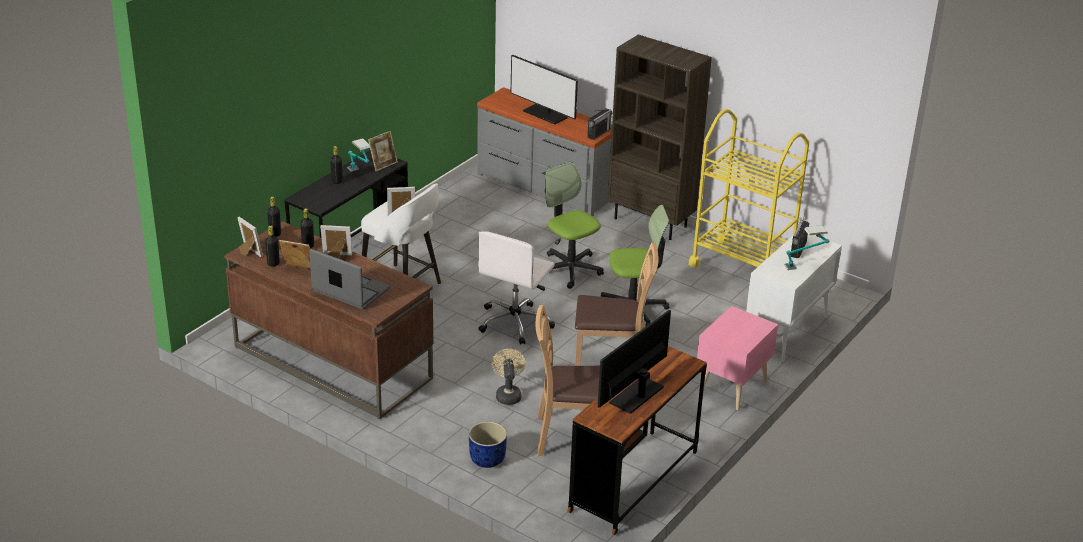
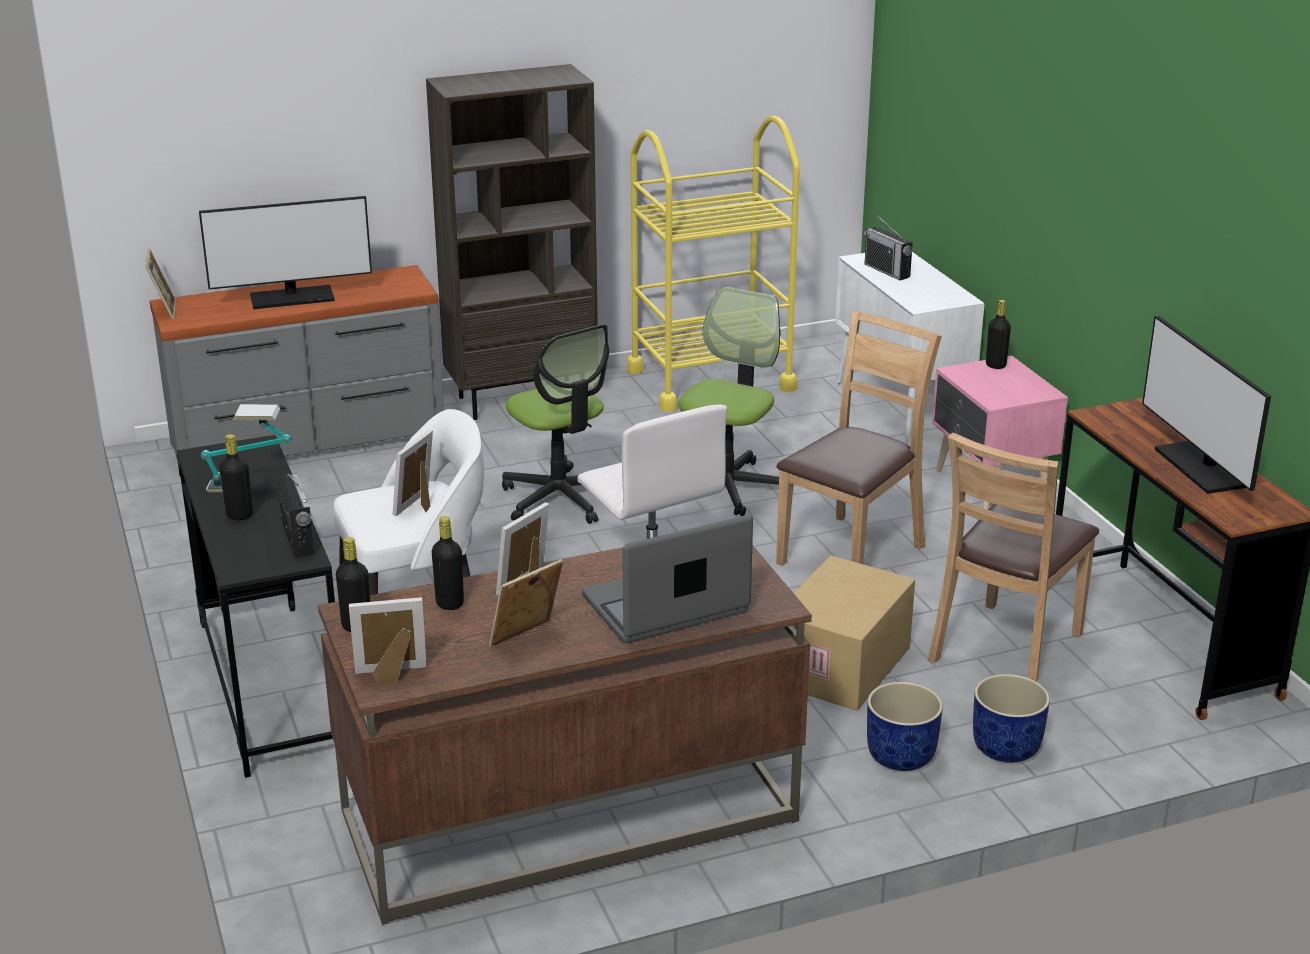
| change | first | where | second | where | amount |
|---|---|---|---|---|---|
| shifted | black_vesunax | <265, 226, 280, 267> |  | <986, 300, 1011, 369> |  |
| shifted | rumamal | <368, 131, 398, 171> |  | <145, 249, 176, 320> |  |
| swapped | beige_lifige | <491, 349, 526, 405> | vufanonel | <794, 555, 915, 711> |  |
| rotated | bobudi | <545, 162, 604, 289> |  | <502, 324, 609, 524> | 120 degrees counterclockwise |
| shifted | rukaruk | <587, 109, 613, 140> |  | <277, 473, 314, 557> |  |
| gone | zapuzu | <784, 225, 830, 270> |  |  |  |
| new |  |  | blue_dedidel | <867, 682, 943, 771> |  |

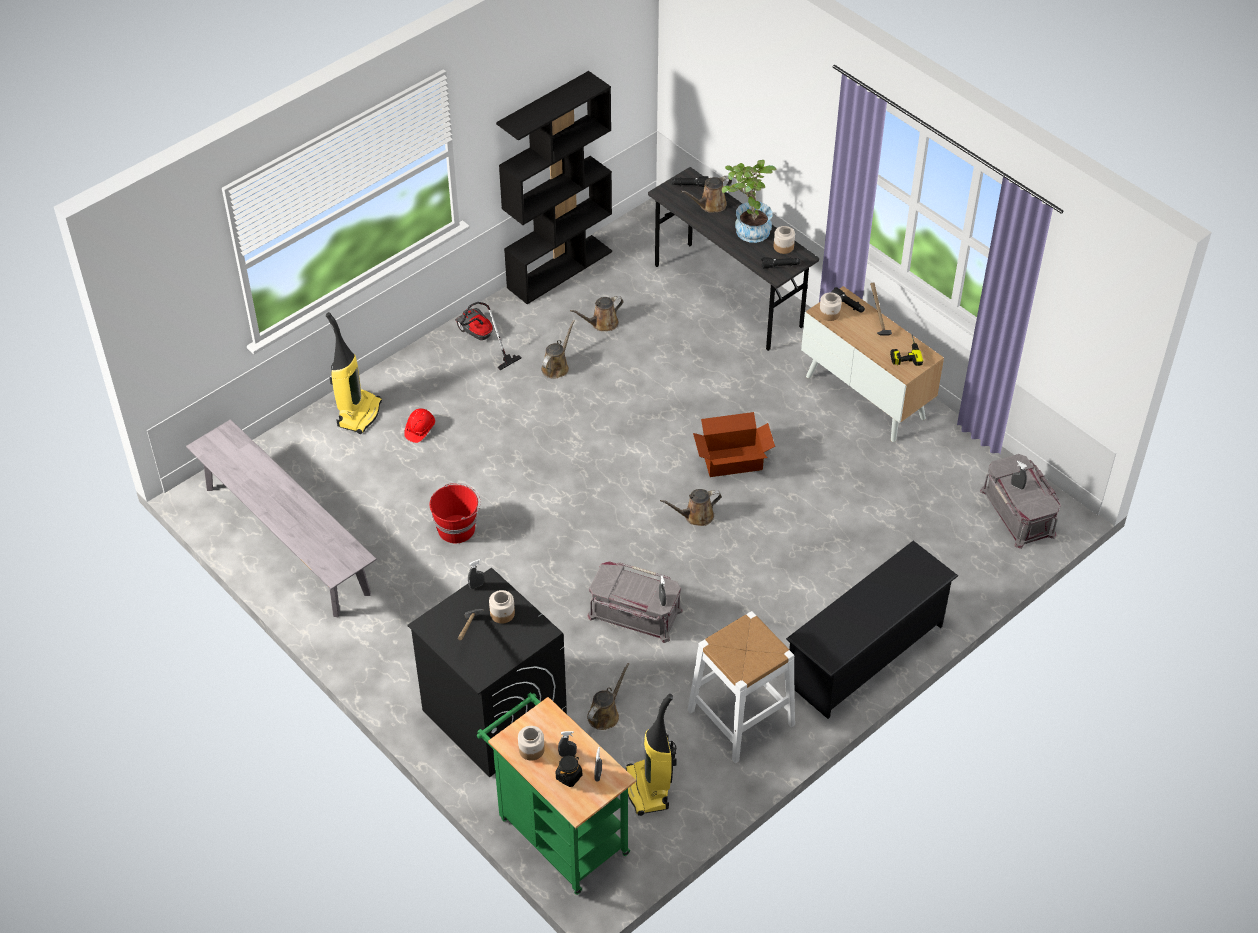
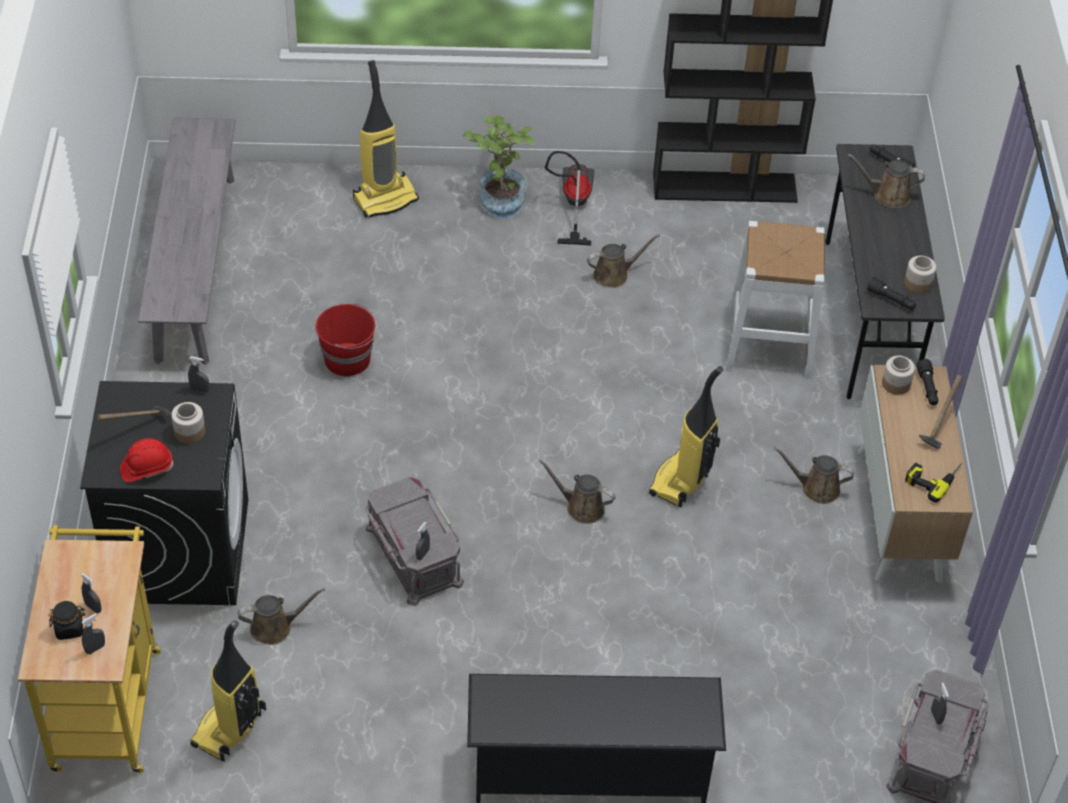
| change | first | where | second | where | amount |
|---|---|---|---|---|---|
| shifted | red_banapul | <404, 409, 435, 443> |  | <120, 438, 174, 482> |  |
| repainted | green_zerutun | <477, 692, 636, 895> | yellow_zerutun | <18, 525, 161, 774> |  |
| gone | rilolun | <518, 726, 545, 761> |  |  |  |
| shifted | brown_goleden | <570, 296, 624, 331> |  | <774, 447, 854, 504> |  |
| shifted | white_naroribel | <687, 611, 795, 763> |  | <726, 221, 825, 379> |  |
| swapped | vufanonel | <693, 412, 775, 477> | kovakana | <649, 366, 724, 507> |  |
| shifted | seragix | <722, 160, 777, 243> |  | <462, 115, 535, 218> |  |

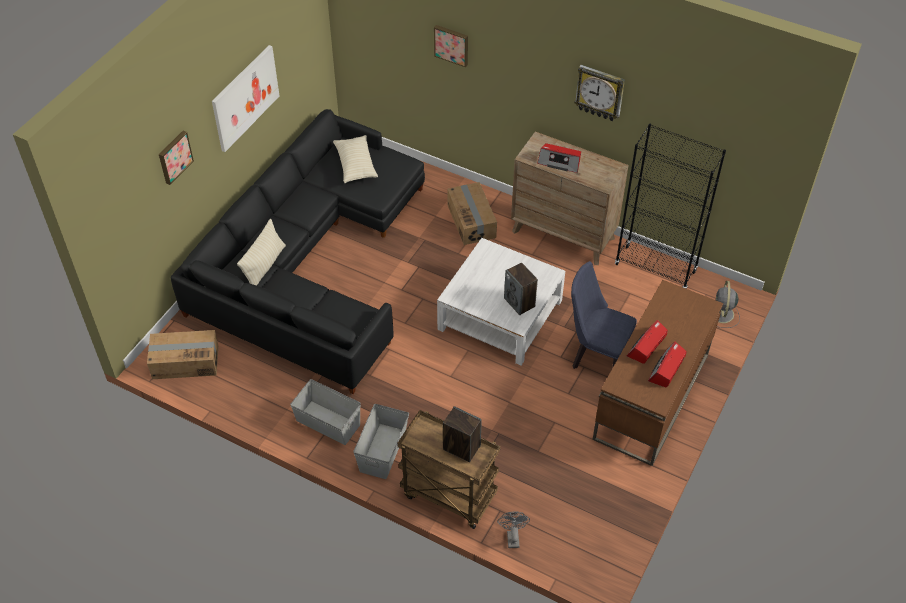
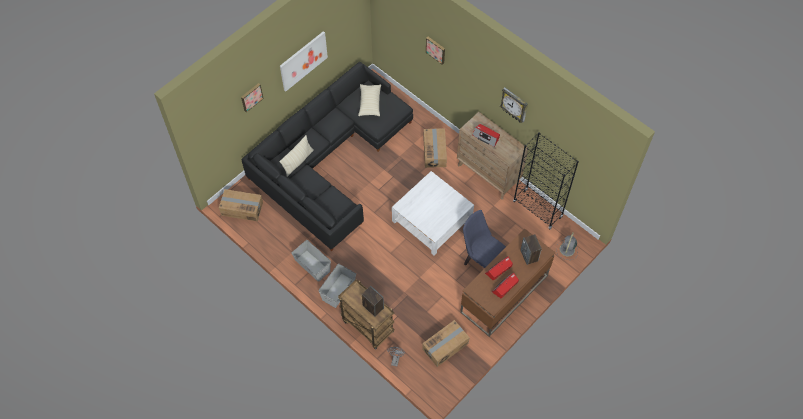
| change | first | where | second | where | amount |
|---|---|---|---|---|---|
| shifted | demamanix | <504, 263, 538, 315> |  | <520, 234, 542, 265> |  |
| new |  |  | vufanonel | <422, 320, 470, 367> |  |

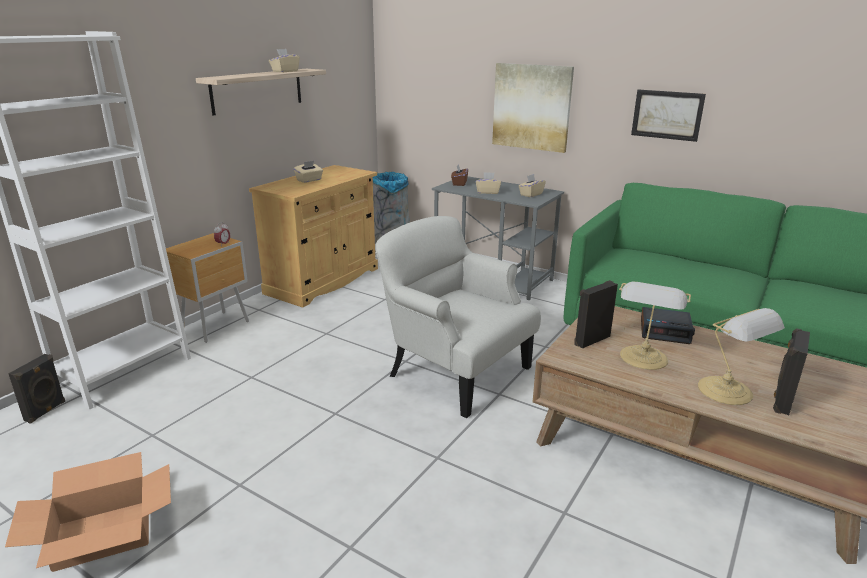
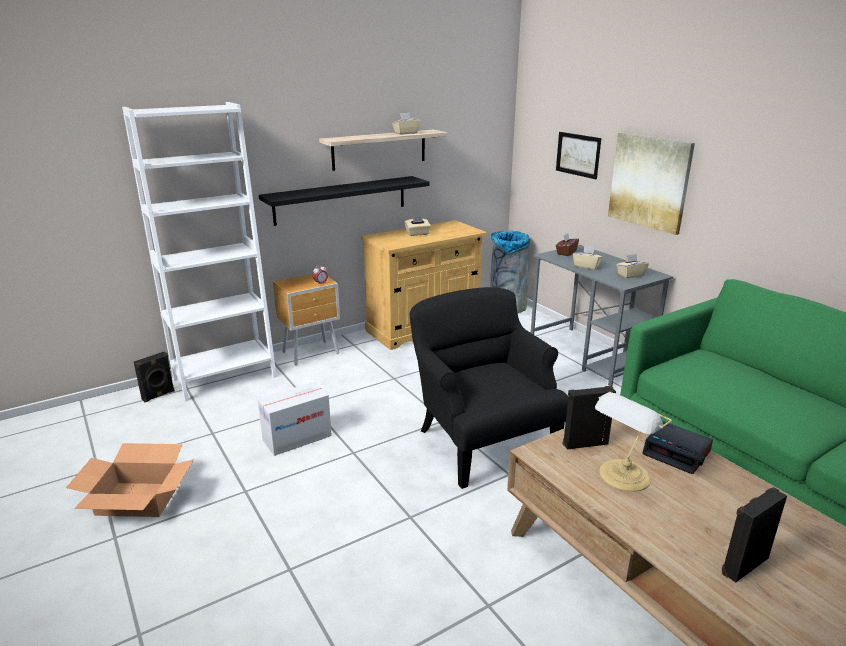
| change | first | where | second | where | amount |
|---|---|---|---|---|---|
| repainted | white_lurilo | <375, 216, 541, 418> | black_lurilo | <409, 287, 568, 489> |  |
| shifted | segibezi | <631, 90, 706, 142> |  | <556, 132, 601, 179> |  |
| gone | zapuzu | <698, 308, 785, 405> |  |  |  |
| new |  |  | vufanonel | <258, 382, 332, 456> |  |
| new |  |  | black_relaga | <259, 176, 430, 226> |  |

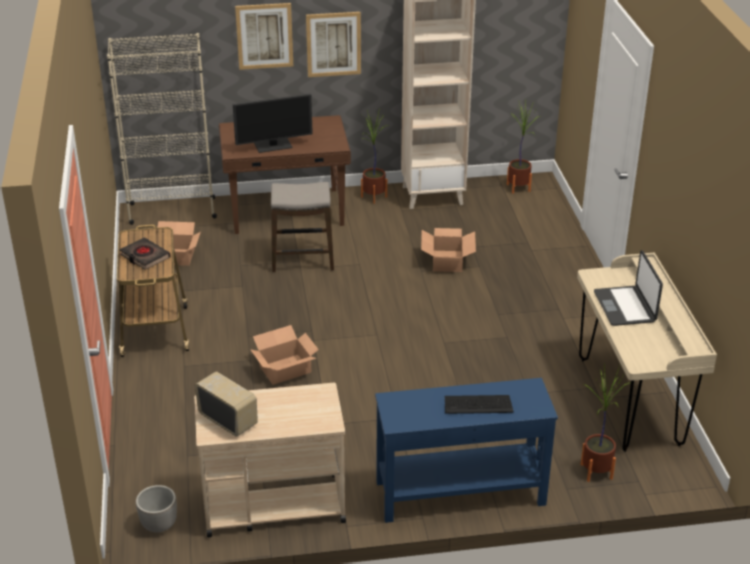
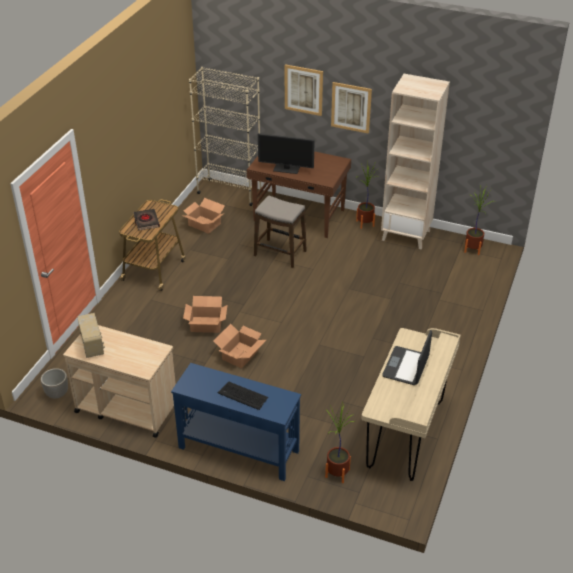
| change | first | where | second | where | amount |
|---|---|---|---|---|---|
| shifted | vufanonel | <421, 228, 476, 272> |  | <214, 324, 266, 368> |  |

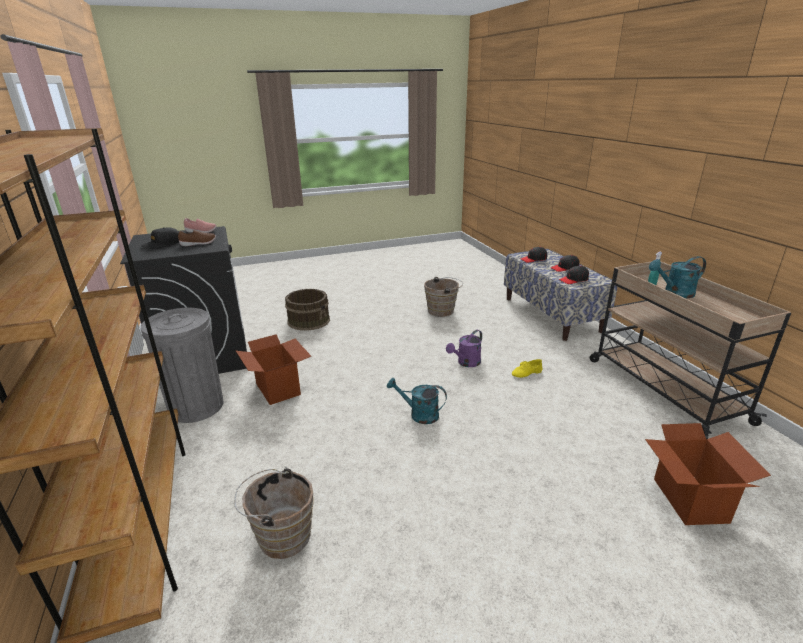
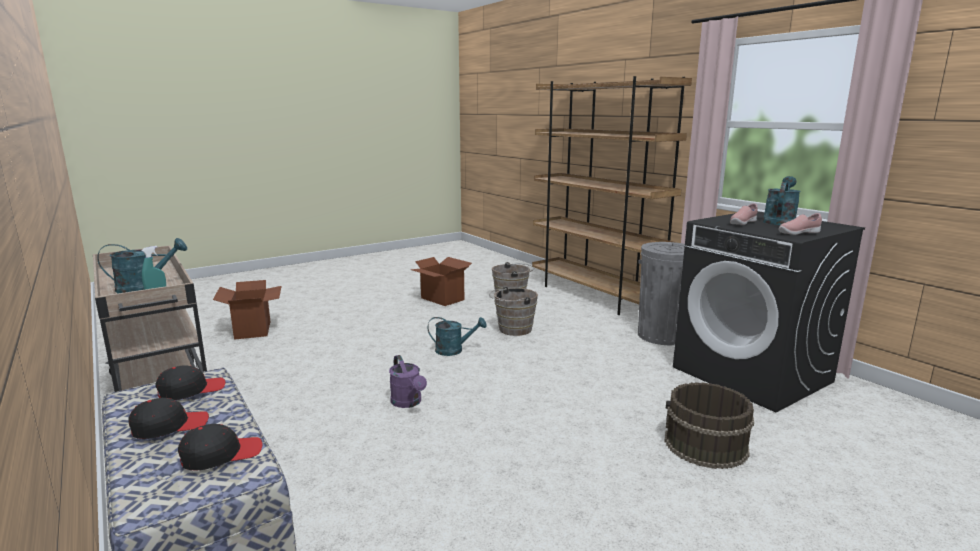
| change | first | where | second | where | amount |
|---|---|---|---|---|---|
| swapped | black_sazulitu | <141, 227, 179, 249> | turquoise_goleden | <763, 176, 801, 225> |  |
| repainted | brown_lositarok | <178, 230, 216, 246> | pink_lositarok | <730, 203, 758, 225> |  |
| shifted | vufanonel | <236, 334, 311, 405> |  | <410, 257, 472, 306> |  |
| shifted | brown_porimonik | <424, 277, 463, 317> |  | <489, 287, 538, 336> |  |
| rotated | purple_goleden | <446, 330, 482, 367> |  | <389, 355, 427, 408> | 120 degrees clockwise |
| gone | yellow_lositarok | <512, 359, 543, 378> |  |  |  |

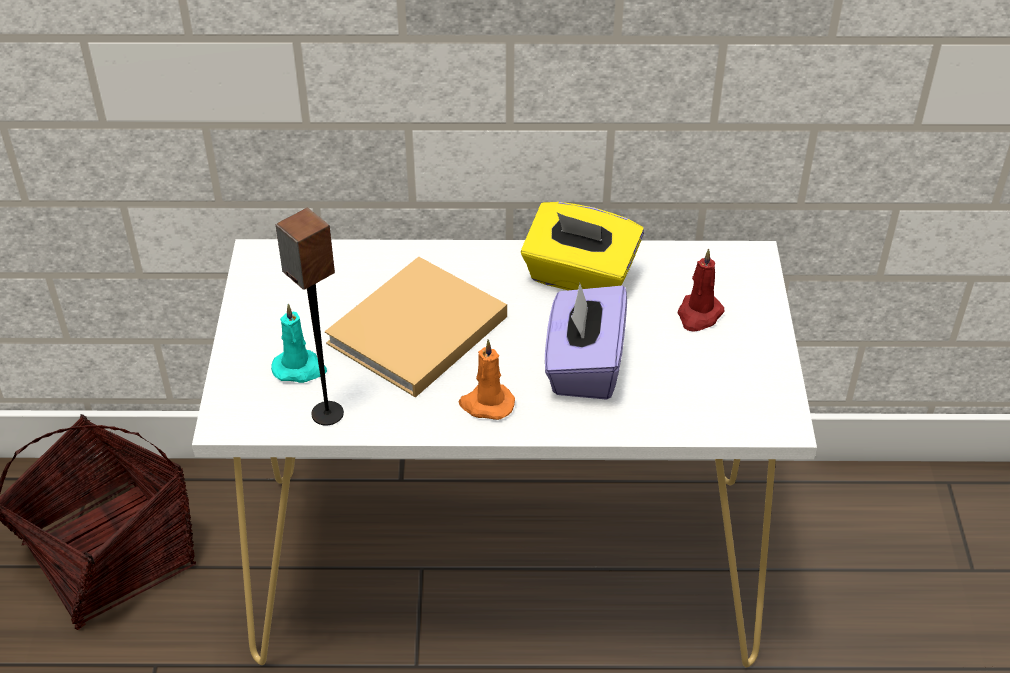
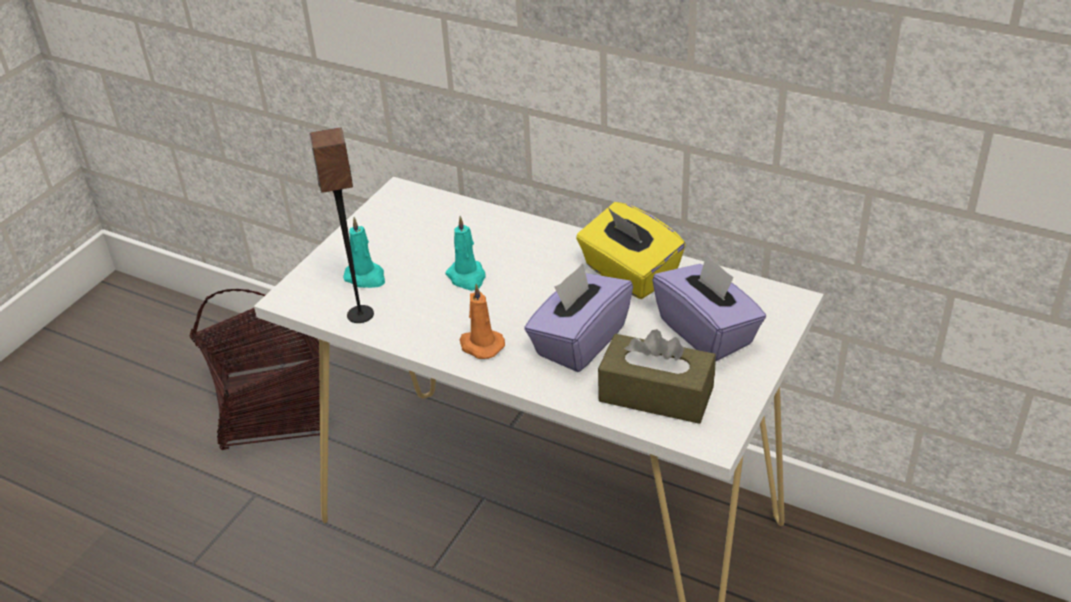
| change | first | where | second | where | amount |
|---|---|---|---|---|---|
| swapped | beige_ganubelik | <325, 257, 507, 398> | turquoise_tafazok | <445, 216, 486, 291> |  |
| swapped | red_tafazok | <678, 249, 725, 332> | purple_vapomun | <652, 254, 766, 362> |  |
| new |  |  | brown_vapomun | <598, 329, 716, 424> |  |

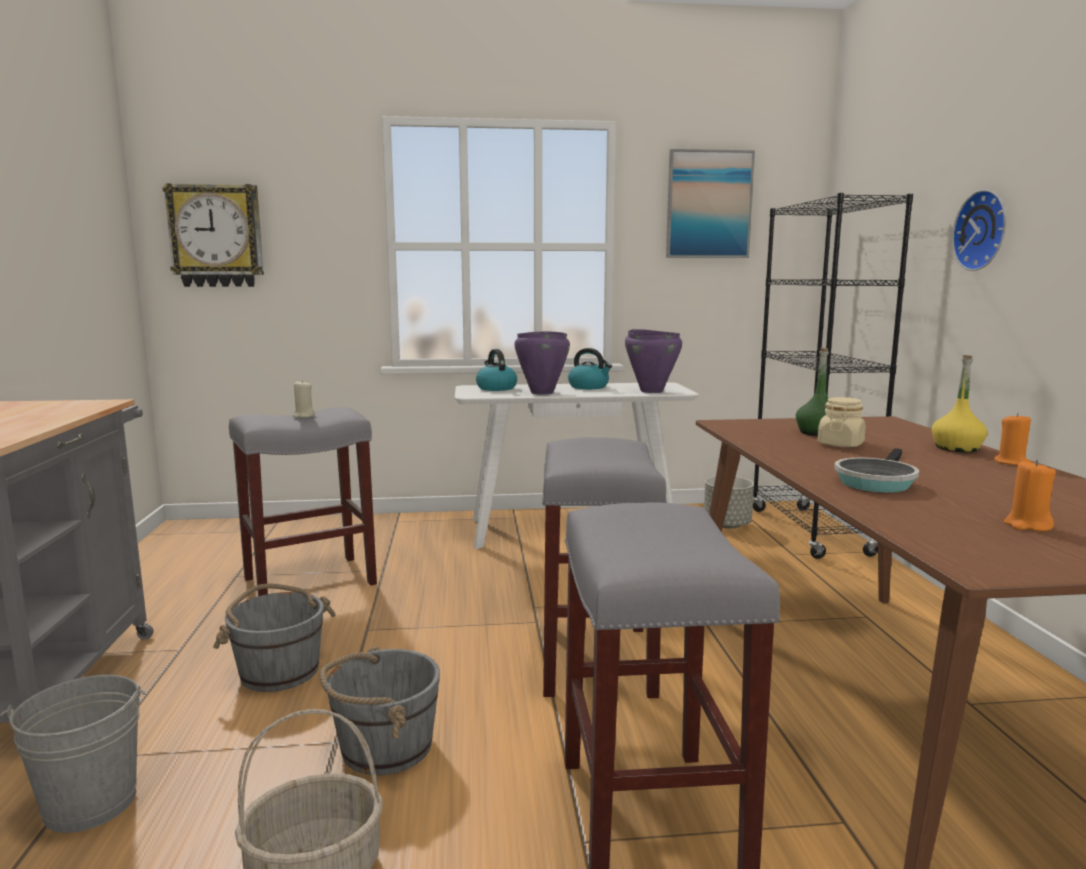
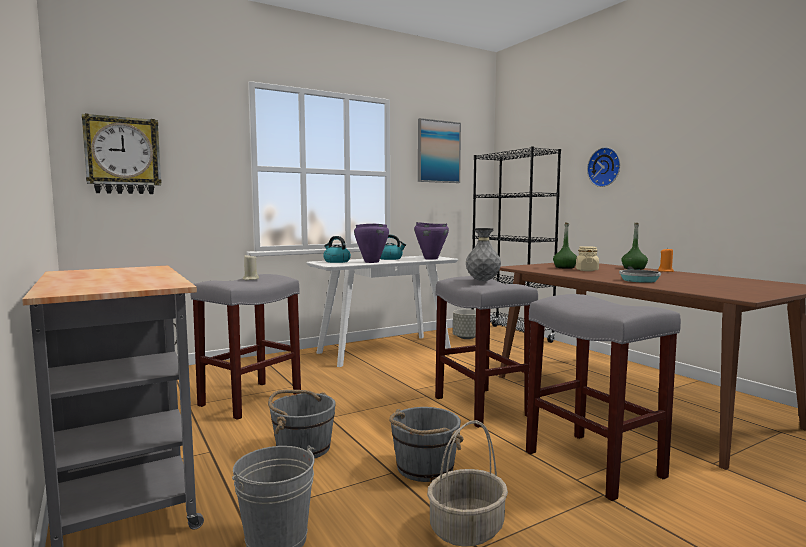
| change | first | where | second | where | amount |
|---|---|---|---|---|---|
| repainted | yellow_vesunax | <932, 355, 987, 452> | green_vesunax | <621, 223, 648, 270> |  |
| gone | orange_tafazok | <1004, 460, 1056, 531> |  |  |  |
| new |  |  | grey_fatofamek | <466, 228, 501, 281> |  |

